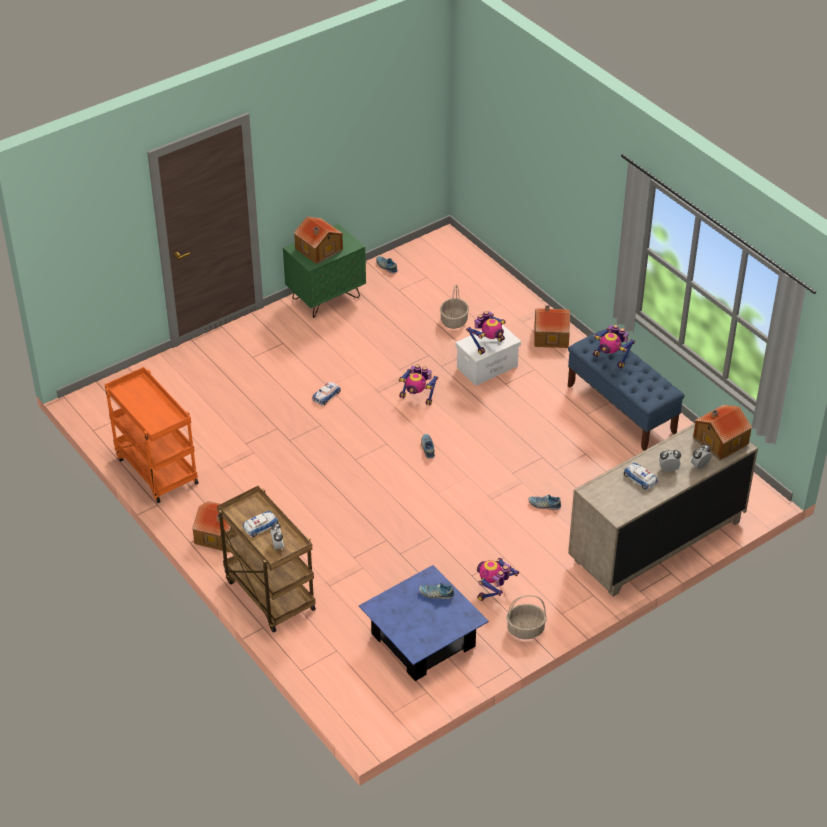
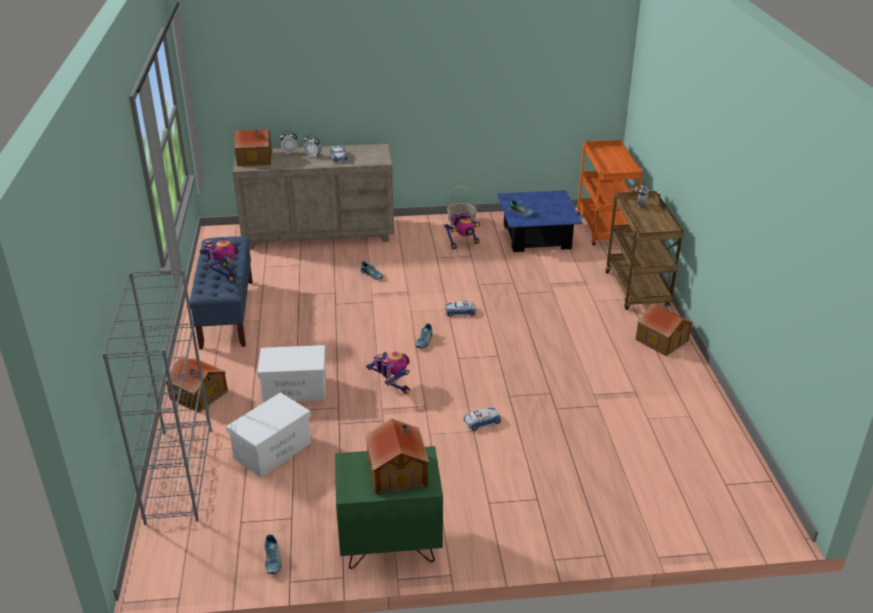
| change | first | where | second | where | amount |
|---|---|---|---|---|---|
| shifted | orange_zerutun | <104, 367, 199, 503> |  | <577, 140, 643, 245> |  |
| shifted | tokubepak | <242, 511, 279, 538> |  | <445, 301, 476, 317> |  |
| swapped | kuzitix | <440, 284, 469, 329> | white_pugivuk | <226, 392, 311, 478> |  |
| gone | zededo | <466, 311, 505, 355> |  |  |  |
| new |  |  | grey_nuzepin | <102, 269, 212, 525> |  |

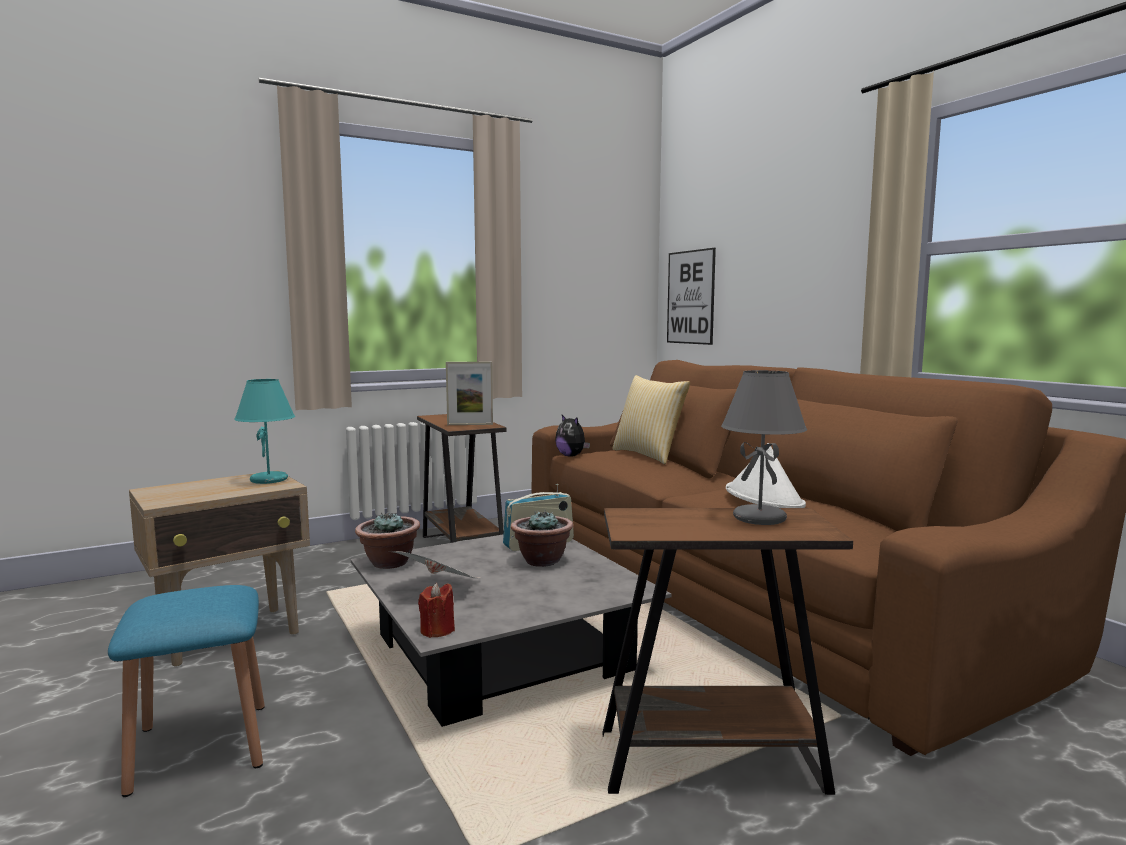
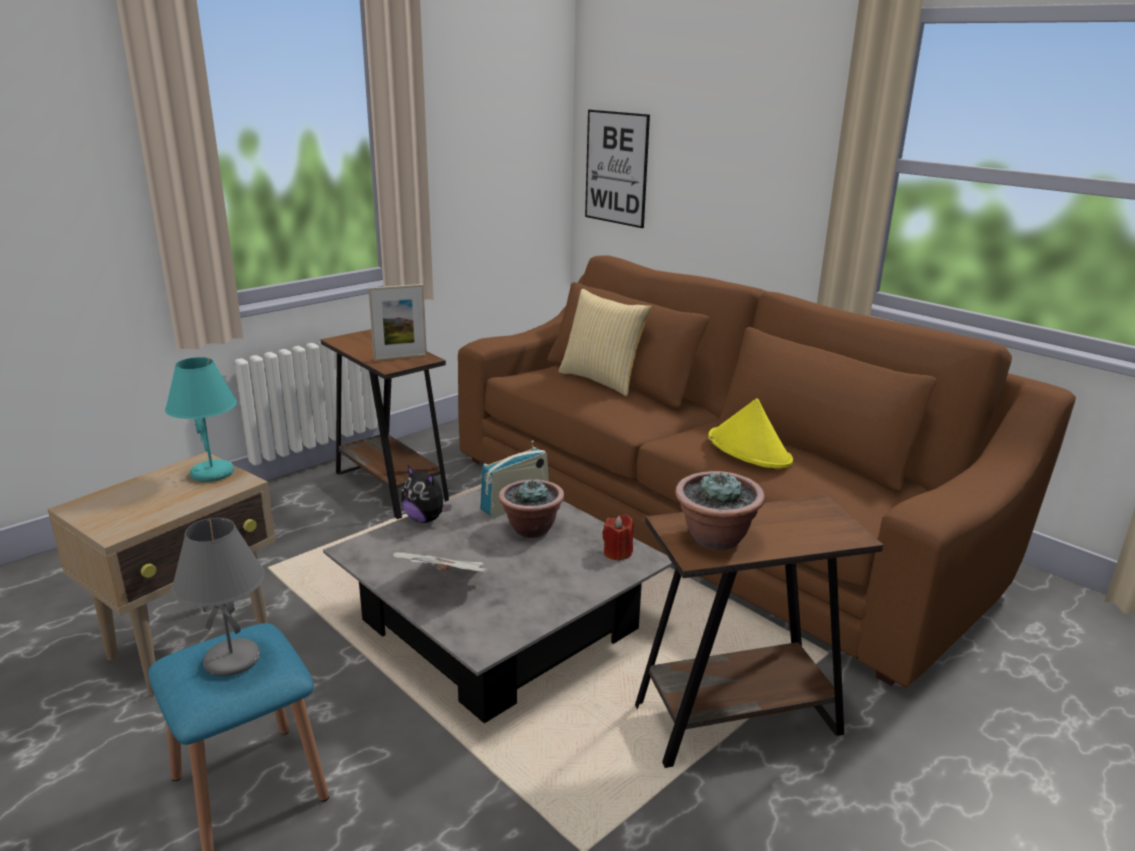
| change | first | where | second | where | amount |
|---|---|---|---|---|---|
| shifted | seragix | <355, 512, 420, 569> |  | <675, 471, 765, 550> |  |
| shifted | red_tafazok | <418, 583, 455, 638> |  | <602, 514, 634, 561> |  |
| shifted | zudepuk | <555, 415, 590, 457> |  | <401, 465, 451, 523> |  |
| shifted | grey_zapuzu | <721, 370, 807, 525> |  | <171, 518, 265, 676> |  |
| repainted | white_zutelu | <726, 443, 806, 508> | yellow_zutelu | <708, 398, 793, 469> |  |

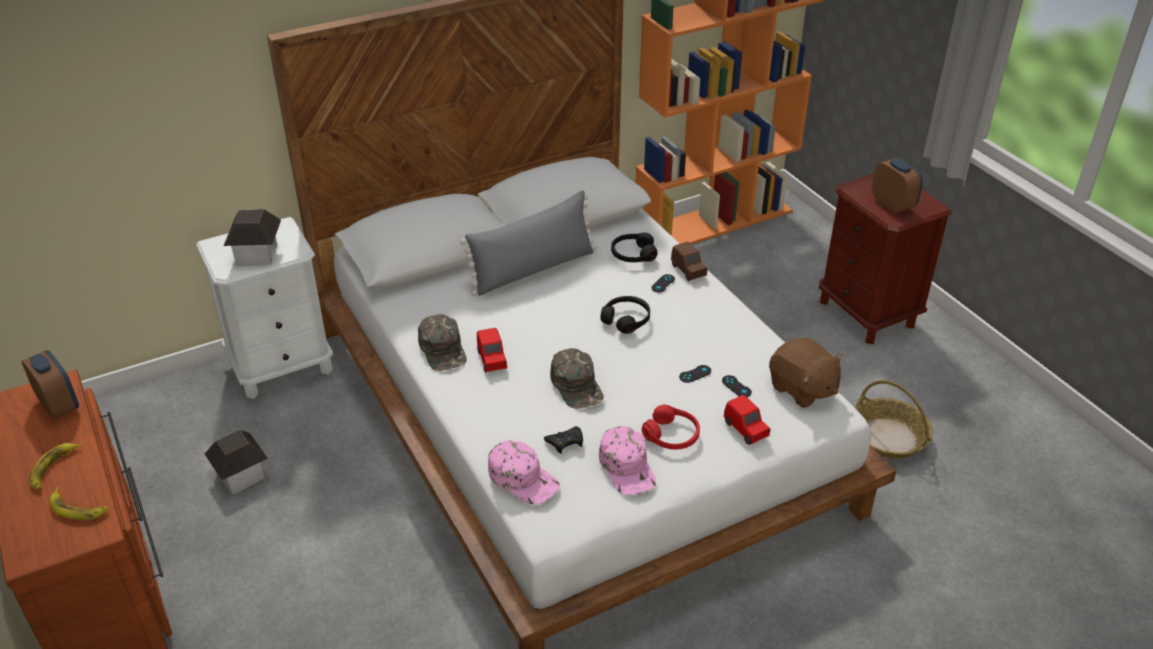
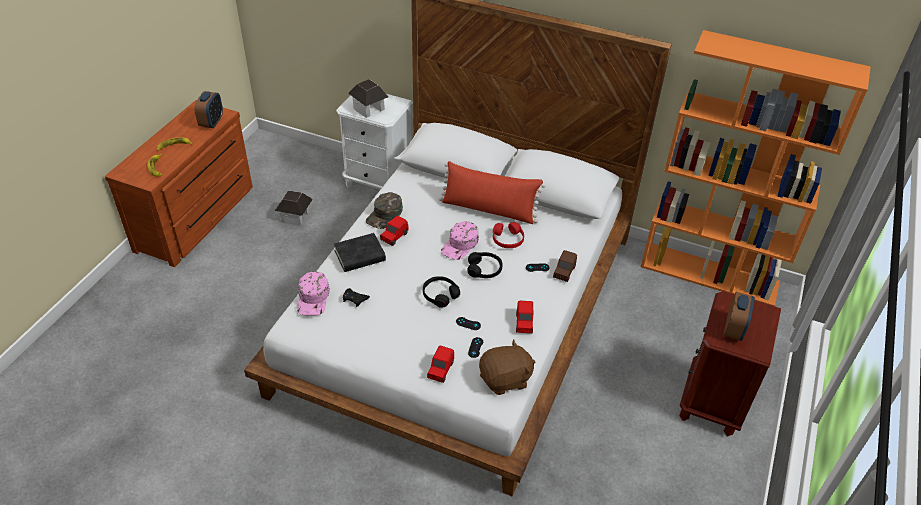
| change | first | where | second | where | amount |
|---|---|---|---|---|---|
| repainted | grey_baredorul | <460, 191, 597, 296> | red_baredorul | <439, 161, 546, 224> |  |
| gone | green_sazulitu | <550, 348, 604, 409> |  |  |  |
| shifted | pink_sazulitu | <599, 426, 656, 495> |  | <441, 221, 479, 260> |  |
| shifted | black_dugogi | <611, 232, 658, 262> |  | <423, 276, 460, 308> |  |
| shifted | red_dugogi | <642, 405, 700, 450> |  | <493, 222, 524, 248> |  |
| rotated | brown_zudepuk | <769, 338, 843, 408> |  | <479, 340, 536, 395> | 120 degrees counterclockwise |
| gone | kuzitix | <855, 380, 933, 459> |  |  |  |
| new |  |  | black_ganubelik | <334, 233, 386, 272> |  |
| new |  |  | red_tokubepak | <516, 301, 533, 333> |  |

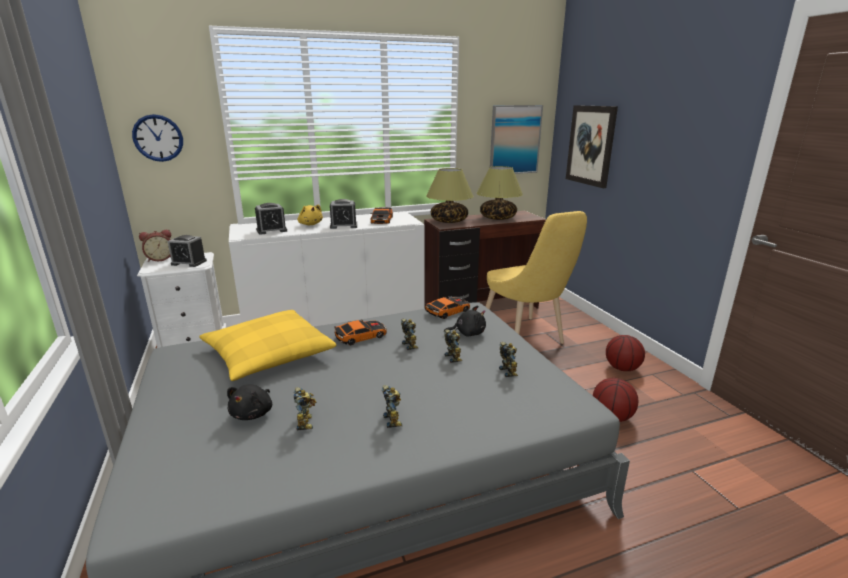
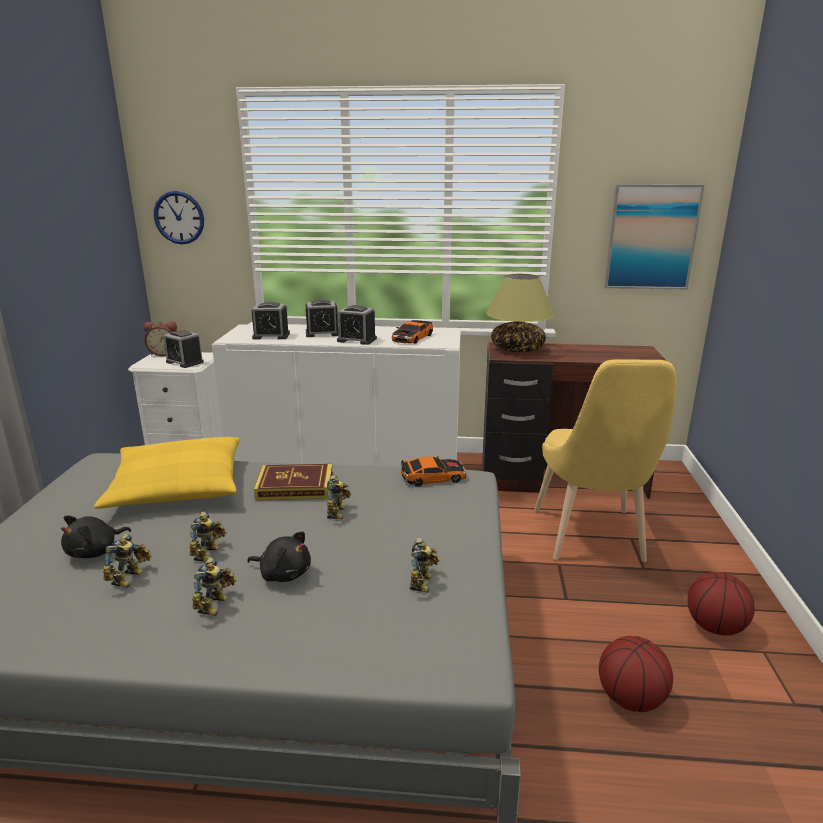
| change | first | where | second | where | amount |
|---|---|---|---|---|---|
| swapped | yellow_zudepuk | <298, 204, 323, 225> | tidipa | <305, 300, 339, 337> |  |
| swapped | tokubepak | <334, 320, 387, 345> | ganubelik | <254, 464, 333, 500> |  |
| shifted | black_zudepuk | <444, 306, 486, 337> |  | <247, 531, 311, 582> |  |
| shifted | zededo | <444, 329, 462, 363> |  | <189, 512, 227, 562> |  |
| gone | zapuzu | <476, 166, 523, 220> |  |  |  |
| gone | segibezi | <566, 105, 618, 188> |  |  |  |

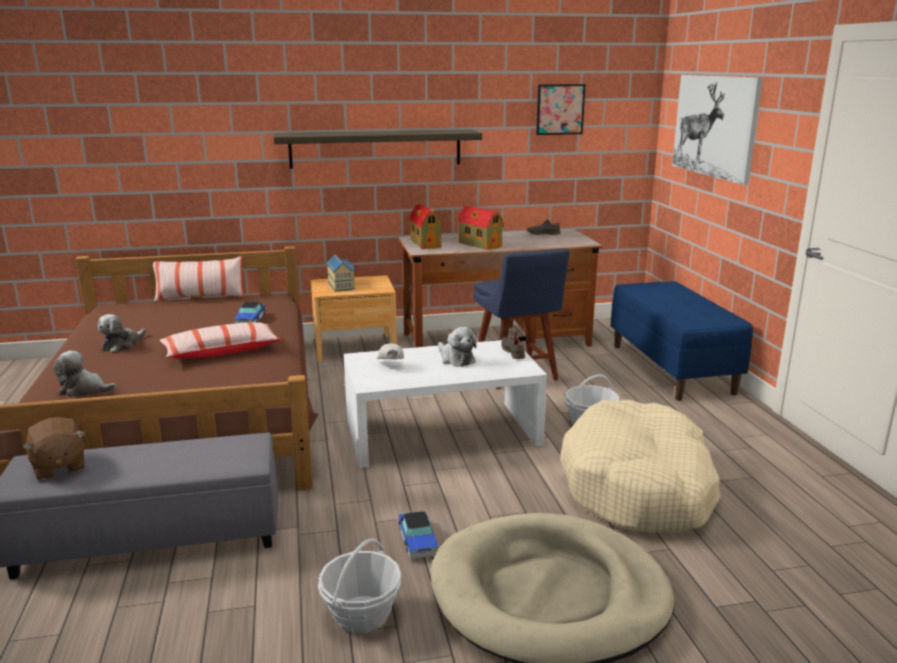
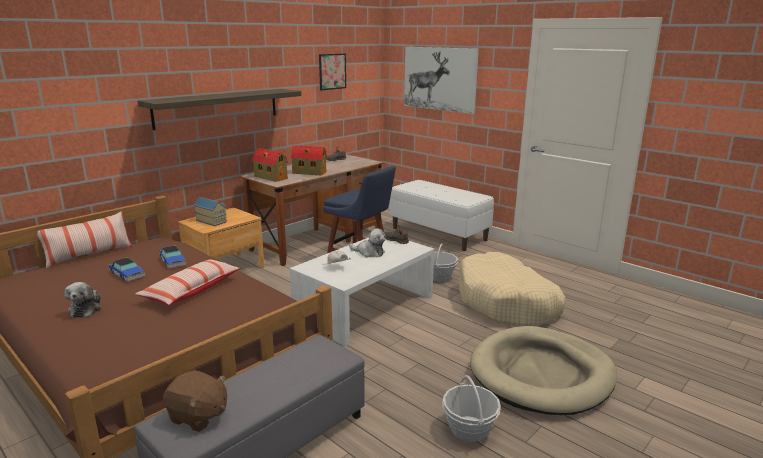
| change | first | where | second | where | amount |
|---|---|---|---|---|---|
| gone | zudepuk | <53, 351, 116, 397> |  |  |  |
| shifted | tokubepak | <398, 511, 438, 559> |  | <109, 258, 146, 281> |  |
| repainted | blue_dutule | <611, 281, 753, 401> | white_dutule | <390, 180, 494, 251> |  |

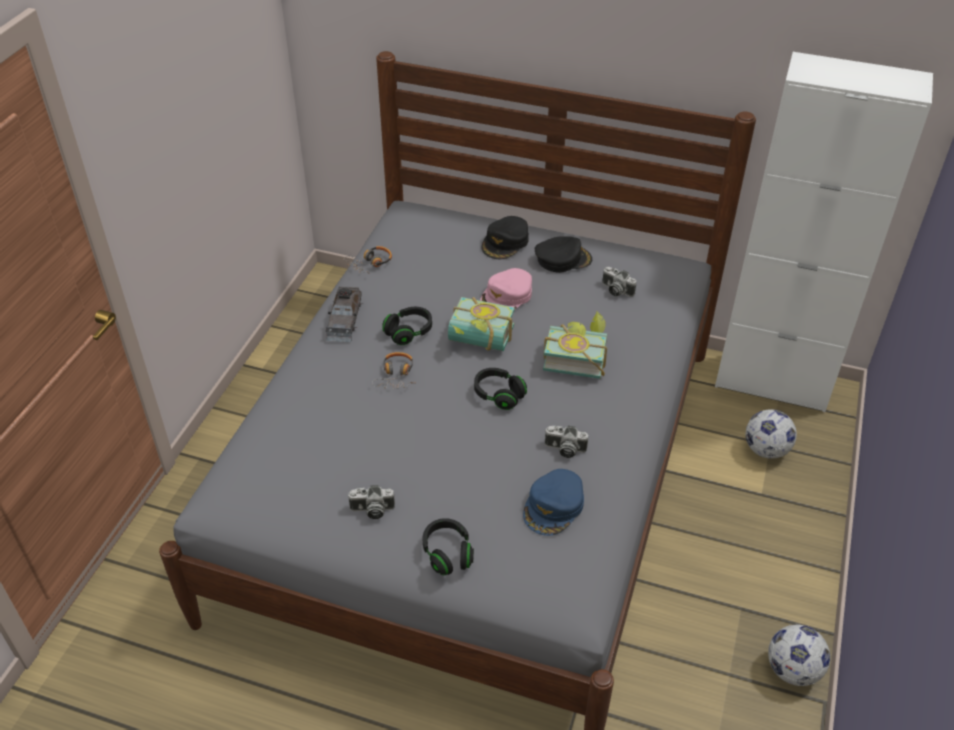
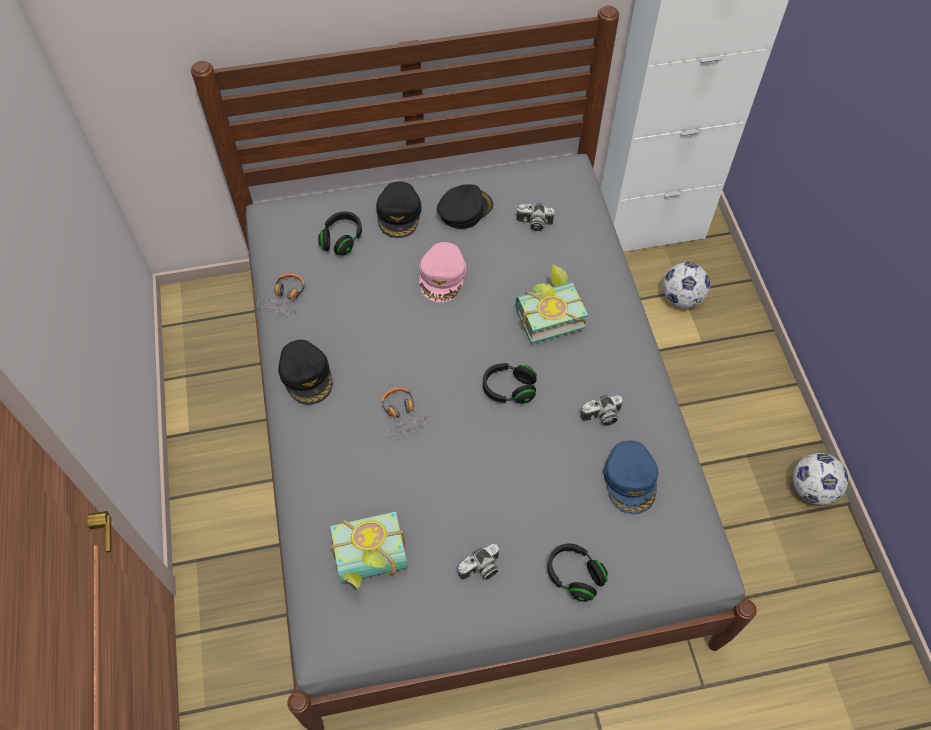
| change | first | where | second | where | amount |
|---|---|---|---|---|---|
| swapped | grey_tokubepak | <326, 286, 364, 343> | black_sazulitu | <278, 340, 332, 405> |  |
| shifted | black_dugogi | <382, 307, 432, 345> |  | <318, 211, 362, 256> |  |
| shifted | ganubelik | <448, 297, 515, 351> |  | <330, 512, 408, 589> |  |

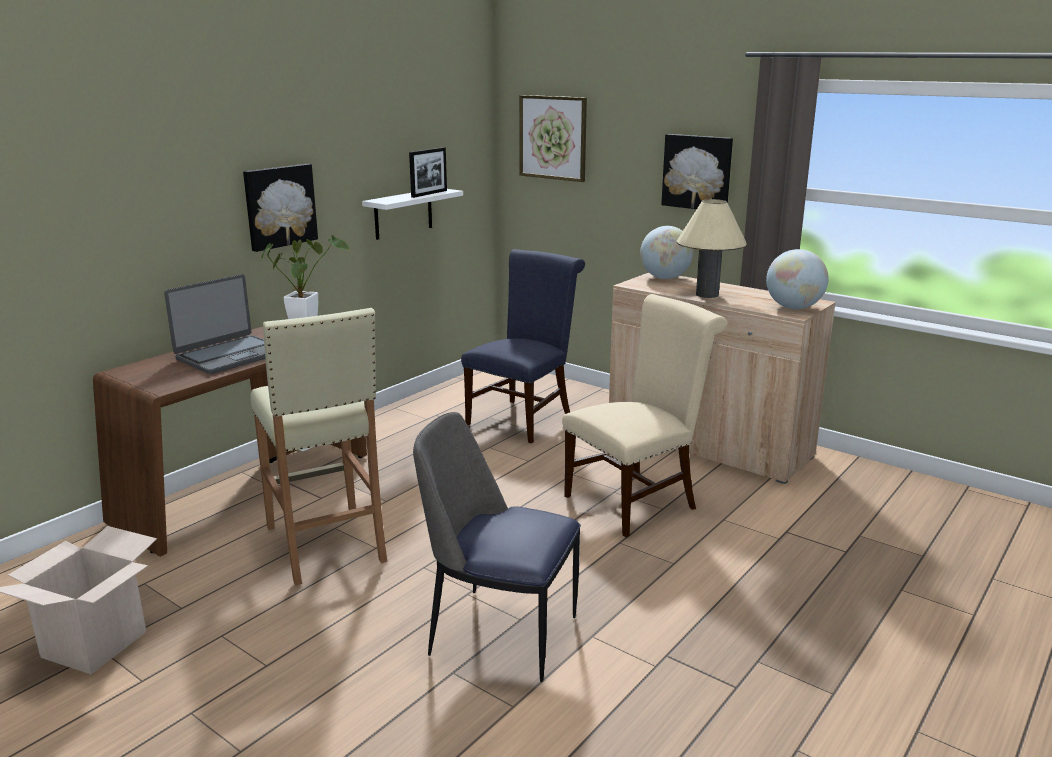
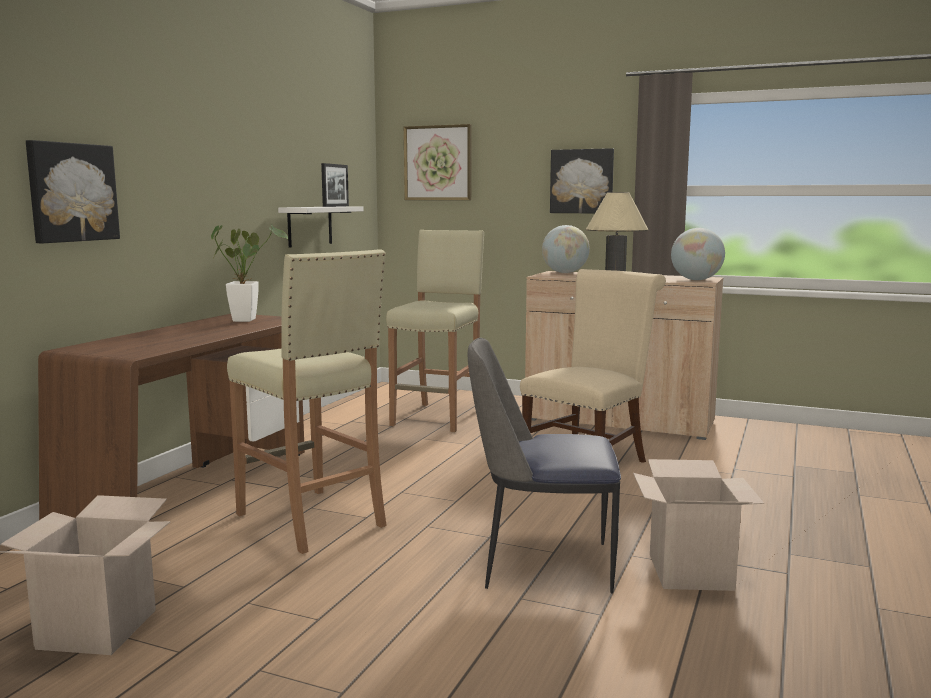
| change | first | where | second | where | amount |
|---|---|---|---|---|---|
| gone | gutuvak | <164, 274, 265, 374> |  |  |  |
| shifted | segibezi | <243, 164, 318, 252> |  | <26, 140, 120, 243> |  |
| swapped | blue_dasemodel | <461, 249, 585, 443> | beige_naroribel | <386, 230, 484, 432> |  |
| new |  |  | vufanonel | <633, 459, 764, 591> |  |

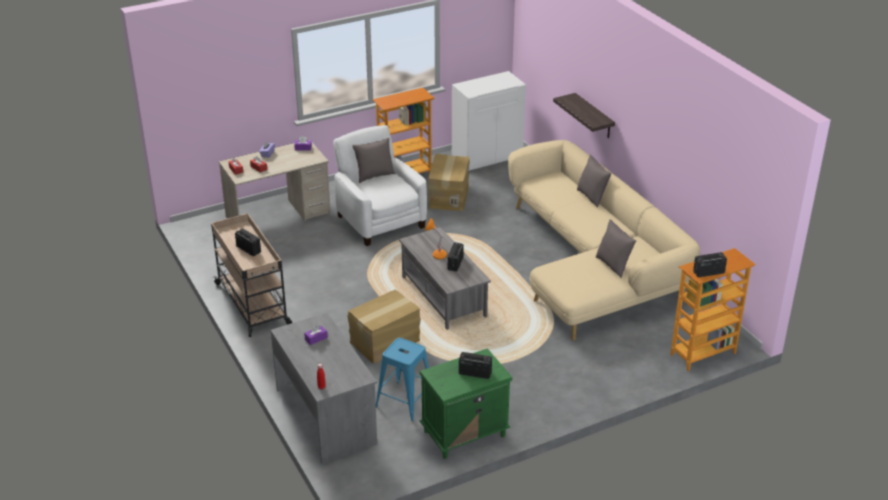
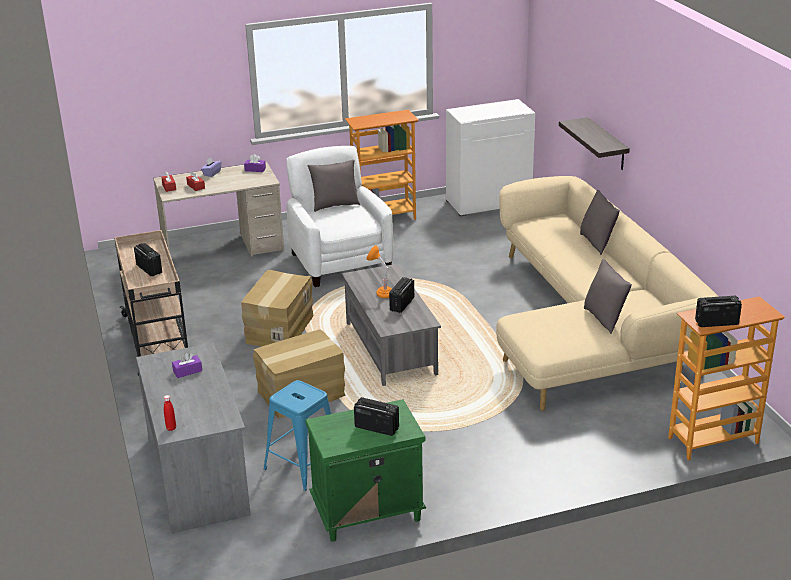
| change | first | where | second | where | amount |
|---|---|---|---|---|---|
| shifted | vufanonel | <428, 154, 470, 211> |  | <241, 270, 314, 346> |  |

